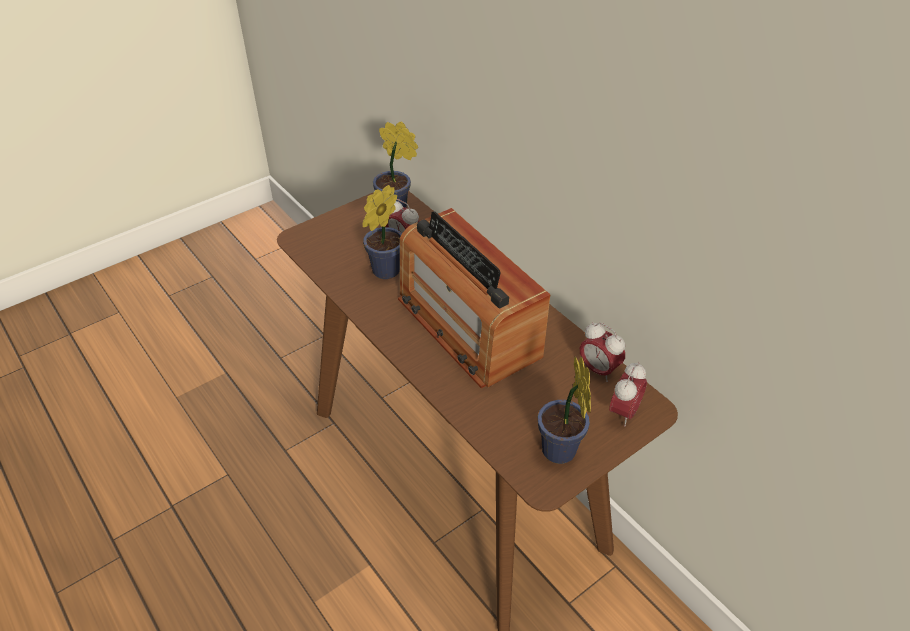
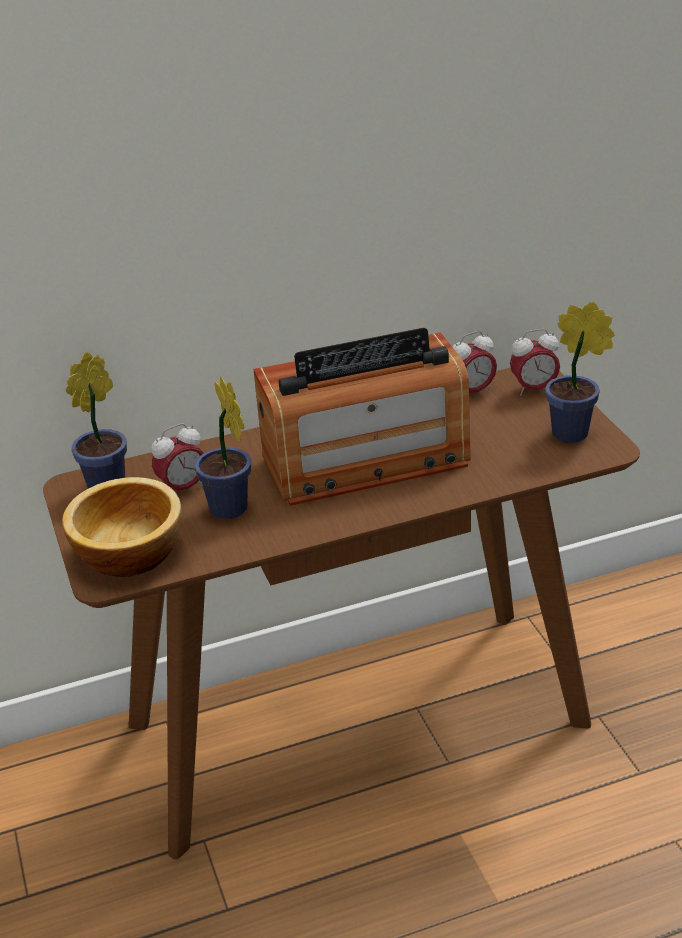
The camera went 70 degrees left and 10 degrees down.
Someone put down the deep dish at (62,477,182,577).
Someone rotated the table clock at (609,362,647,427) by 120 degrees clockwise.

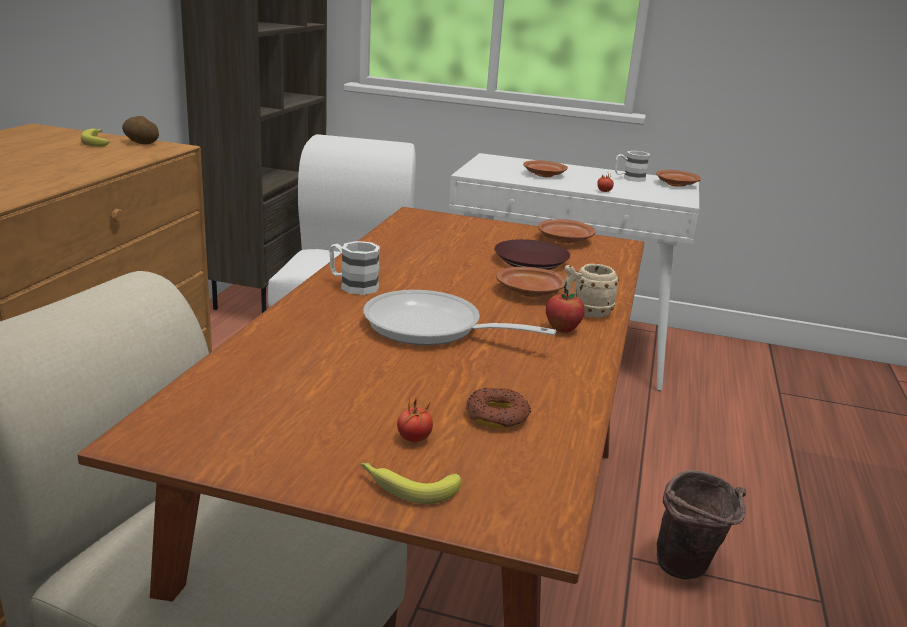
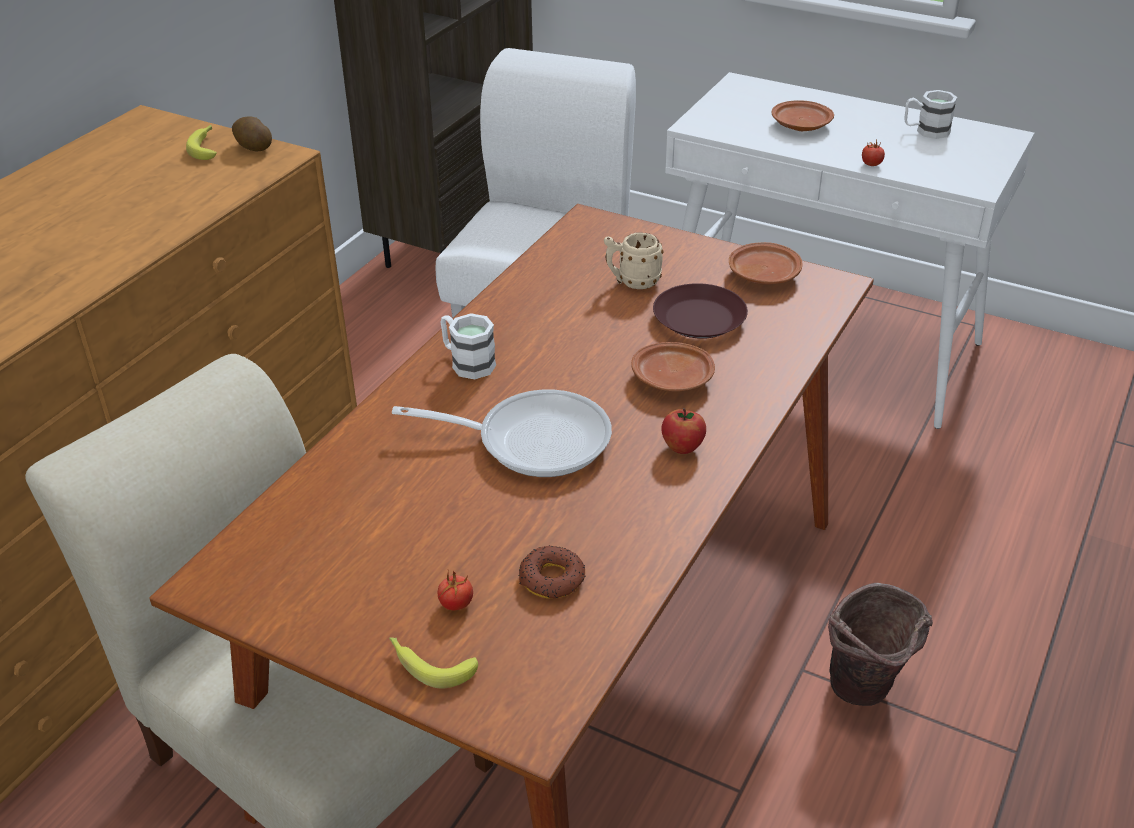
The camera went 15 degrees right and 15 degrees up.
Someone rotated the frying pan at (363,290,556,345) by 150 degrees clockwise.
Someone carried the mug (beige) from (564,264,619,318) to (604,232,664,289).
Someone took away the dinner plate (brown) at (656,170,701,187).

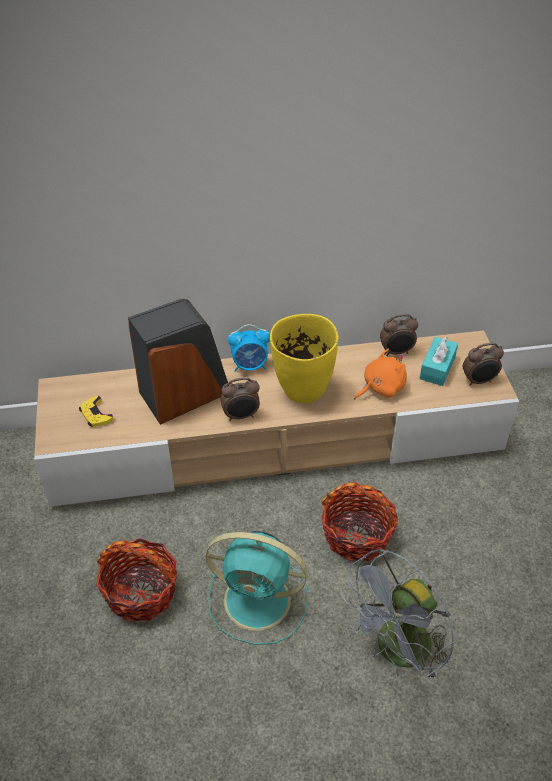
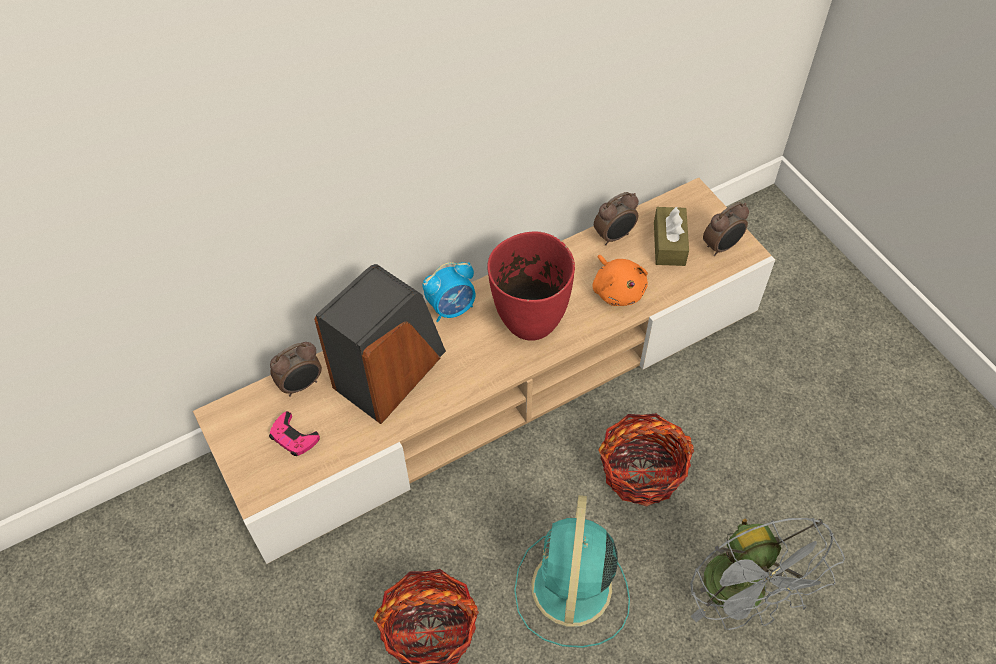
The camera went 20 degrees left and 10 degrees up.
Someone repainted the gamepad (yellow-coloured) at (79,396,113,427), which became the gamepad (pink-coloured) at (269,411,320,456).
Someone carried the table clock from (221,377,260,421) to (270,342,322,397).
Someone repainted the flower vase (yellow-coloured) at (270,314,338,403), which became the flower vase (reddish) at (487,232,575,341).
Someone rotated the fan (turquoise) at (206,531,308,645) by 105 degrees clockwise.
Someone rotated the soft toy (orange) at (354,348,407,400) by 120 degrees clockwise.
Someone repainted the tissue holder (turquoise) at (419,337,458,386), which became the tissue holder (brown) at (654,207,689,266).
Someone rotated the fan (grey) at (341,548,454,681) by 45 degrees counterclockwise.

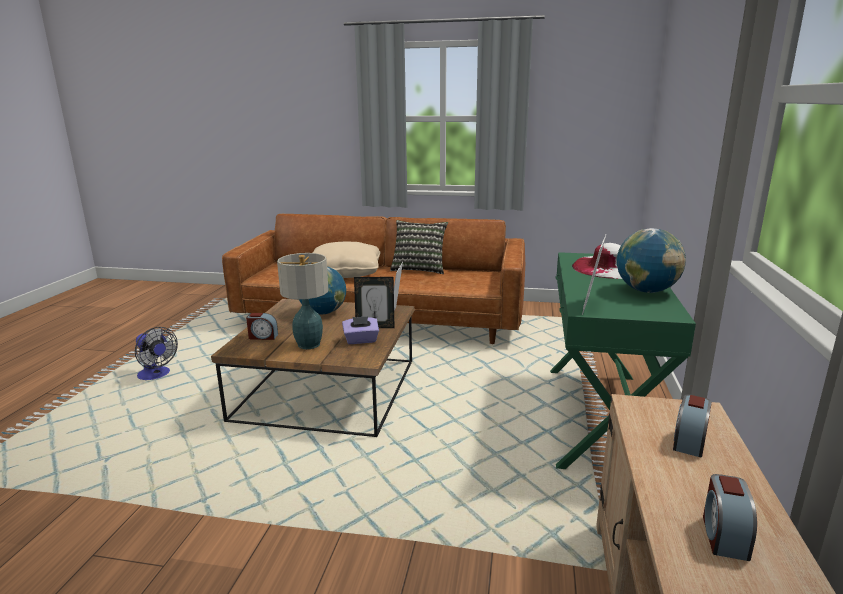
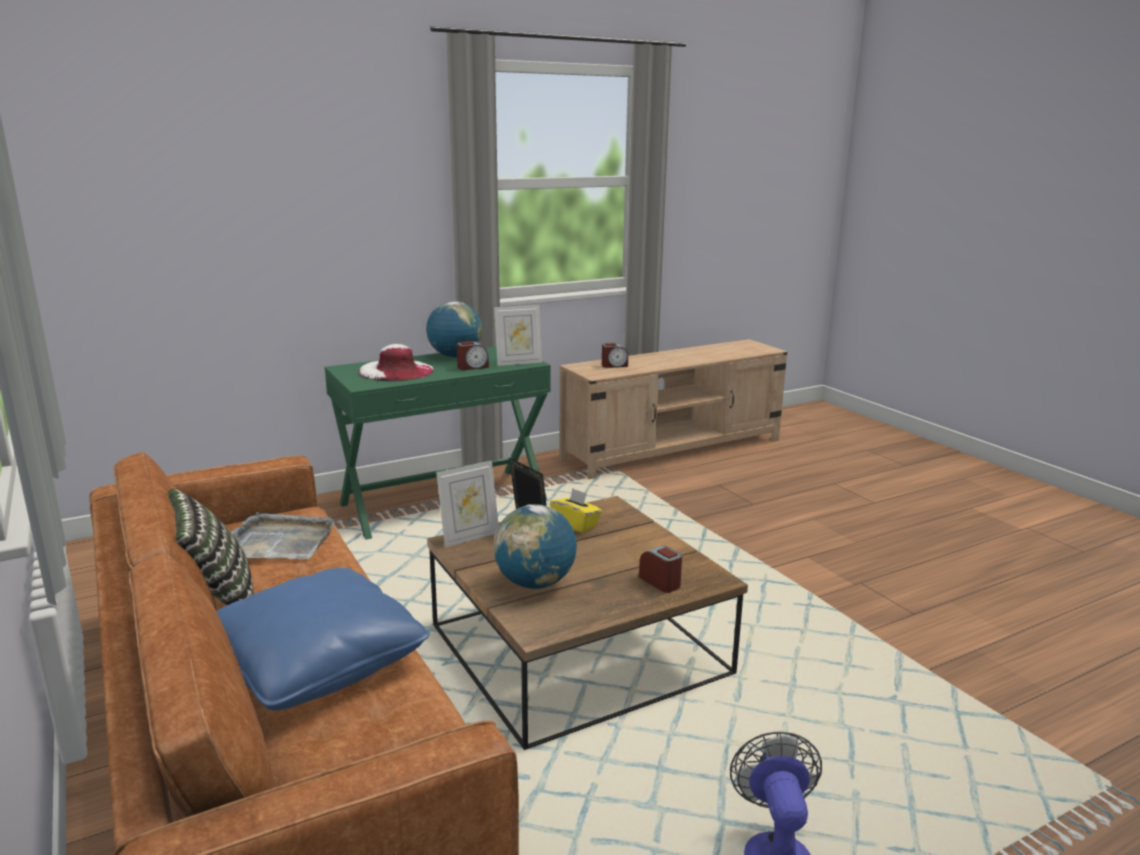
The camera went 130 degrees left and 0 degrees up.
Someone repainted the cushion (beige) at (313,242,380,278), which became the cushion (blue) at (216,568,430,710).
Someone put down the carrying tray (grey) at (231,512,335,559).
Someone carried the table clock from (703,474,757,561) to (457,341,489,370).
Someone repainted the tissue holder (purplish) at (342,316,379,344), which became the tissue holder (yellow-coloured) at (550,488,602,533).
Someone took away the tabletop lamp at (277,253,328,349).

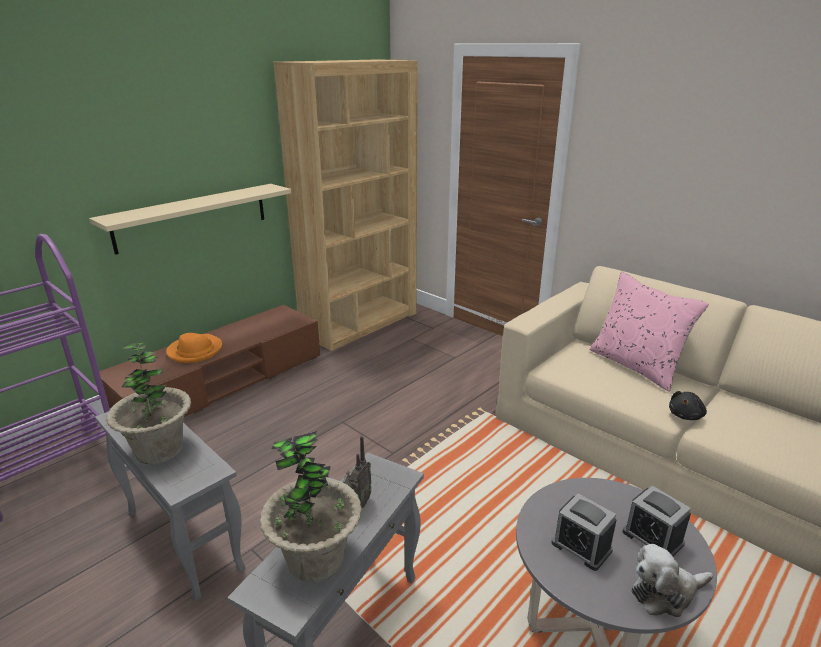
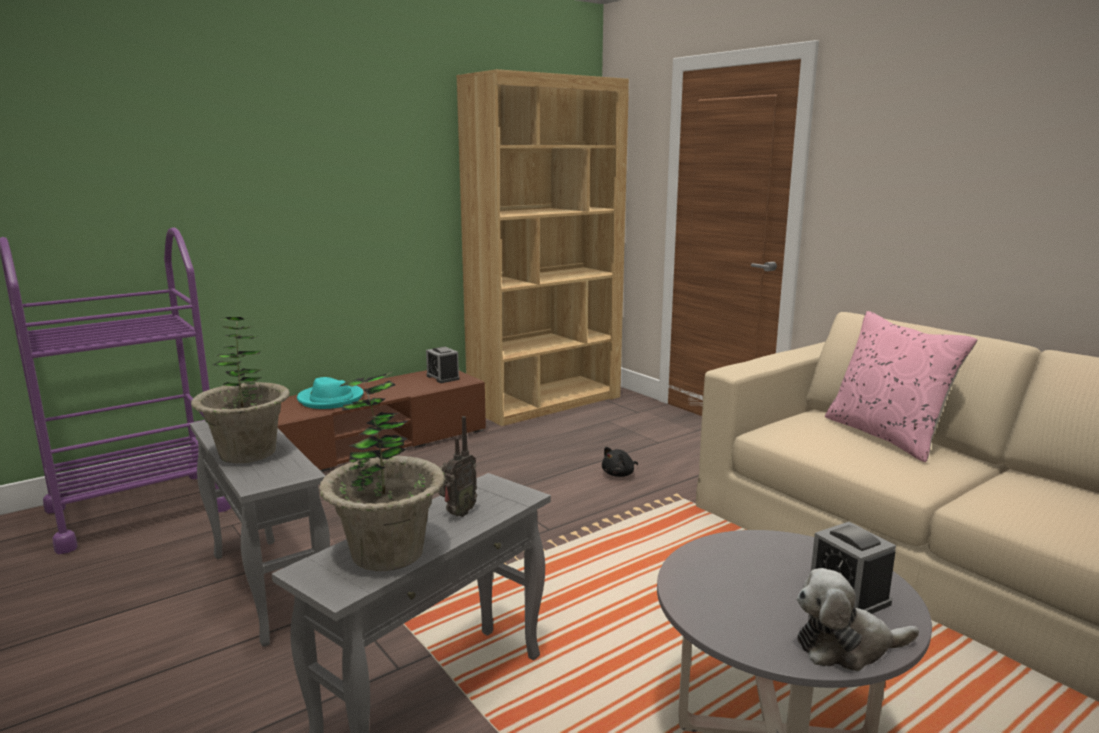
The camera went 10 degrees right and 10 degrees down.
Someone repainted the hat (orange) at (166,333,222,363), which became the hat (turquoise) at (297,377,364,409).
Someone carried the table clock from (552,493,617,571) to (426,347,460,383).
Someone carried the soft toy (black-coloured) from (669,391,707,420) to (602,447,638,477).
Someone took away the shelf (beige) at (89,184,291,255).

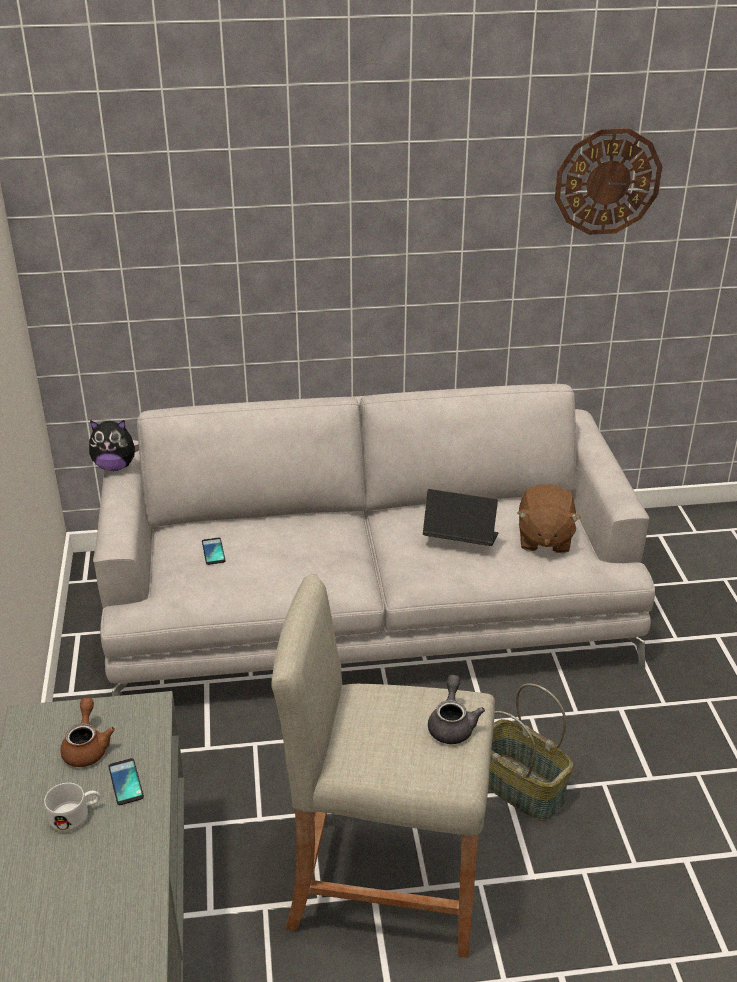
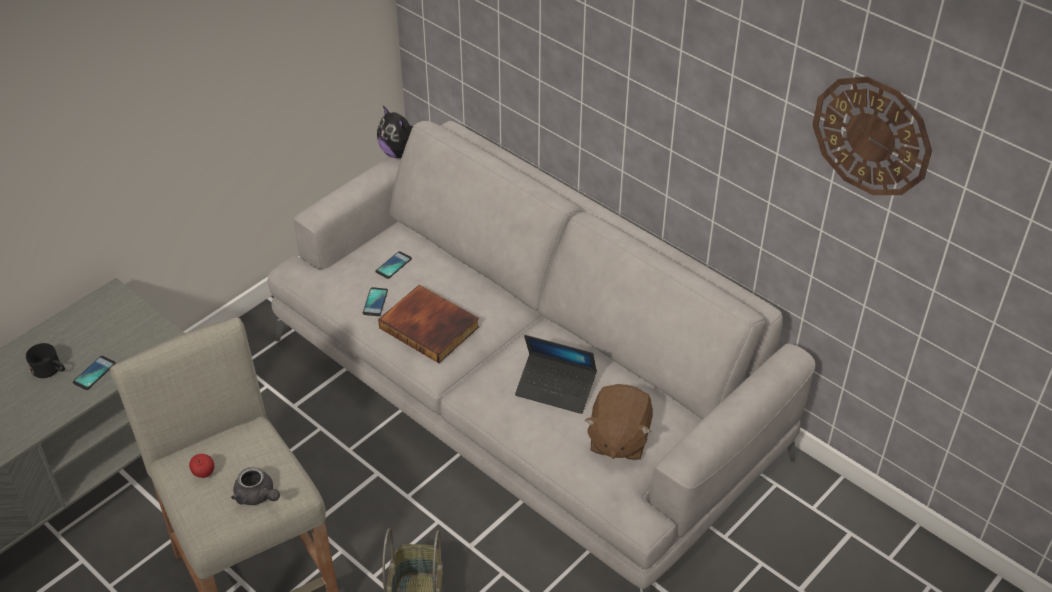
The camera went 50 degrees right and 10 degrees up.
Someone repainted the mug (whitish) at (44,783,100,832), which became the mug (black-coloured) at (26,343,65,378).
Someone put down the whole apple at (189,454,214,478).
Someone rotated the pot for tea (grey) at (428,675,485,744) by 75 degrees clockwise.
Someone put down the phone at (363,287,388,316).
Someone put down the book at (378,284,480,363).
Someone rotated the laptop at (423,489,498,546) by 135 degrees clockwise.
Someone rotated the soft toy (brown) at (517,484,581,553) by 45 degrees counterclockwise.
Someone took away the pot for tea (brown) at (60,698,115,767).

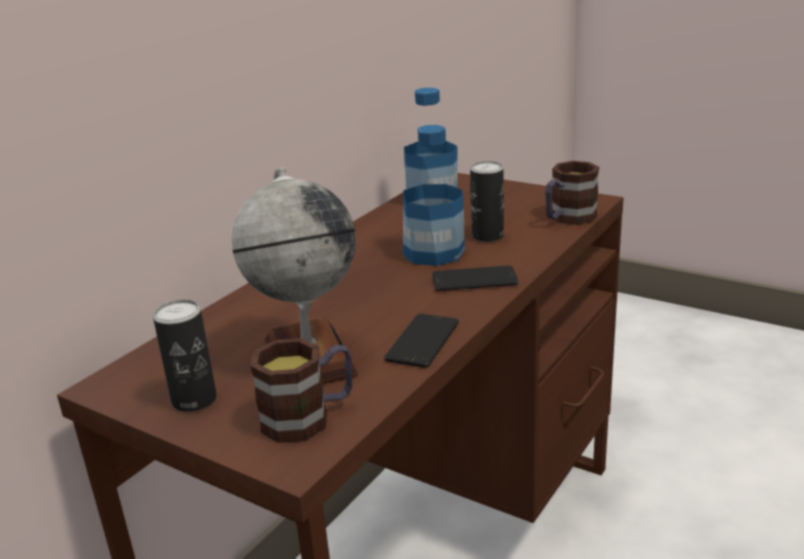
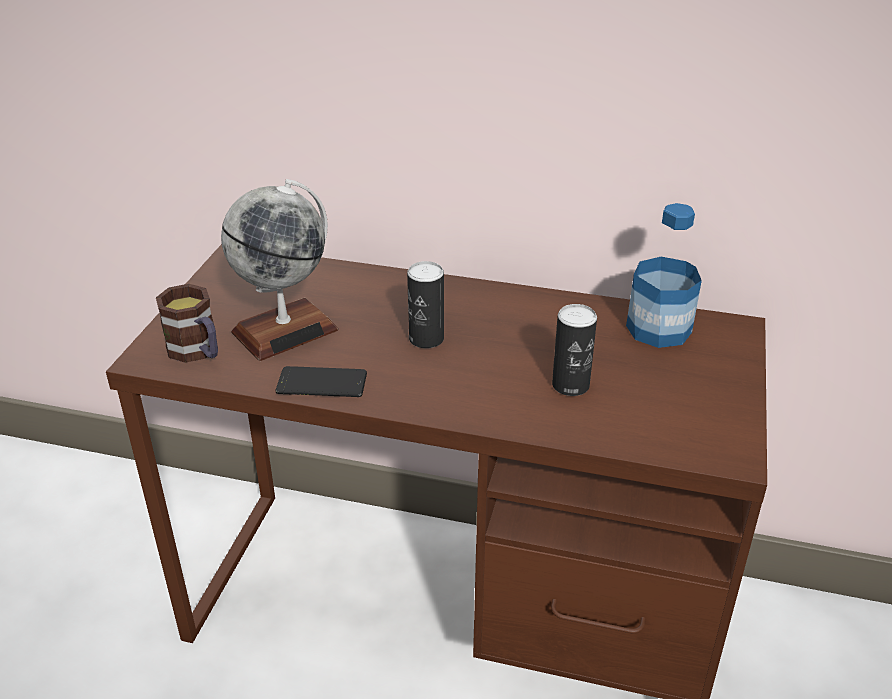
The camera went 70 degrees right and 10 degrees up.
Someone carried the sealed can from (153,300,217,412) to (407,261,444,348).
Someone took away the bottle at (403,125,465,266).
Someone took away the phone at (432,266,519,291).
Someone took away the mug at (545,161,599,225).

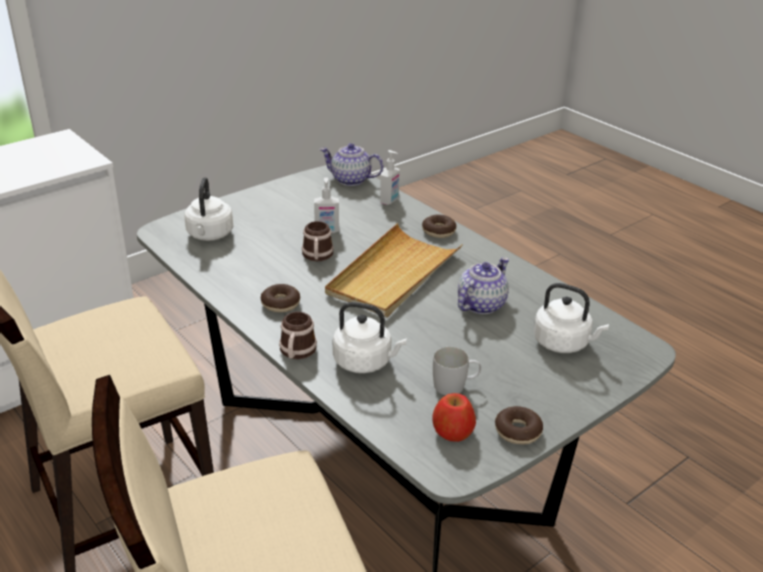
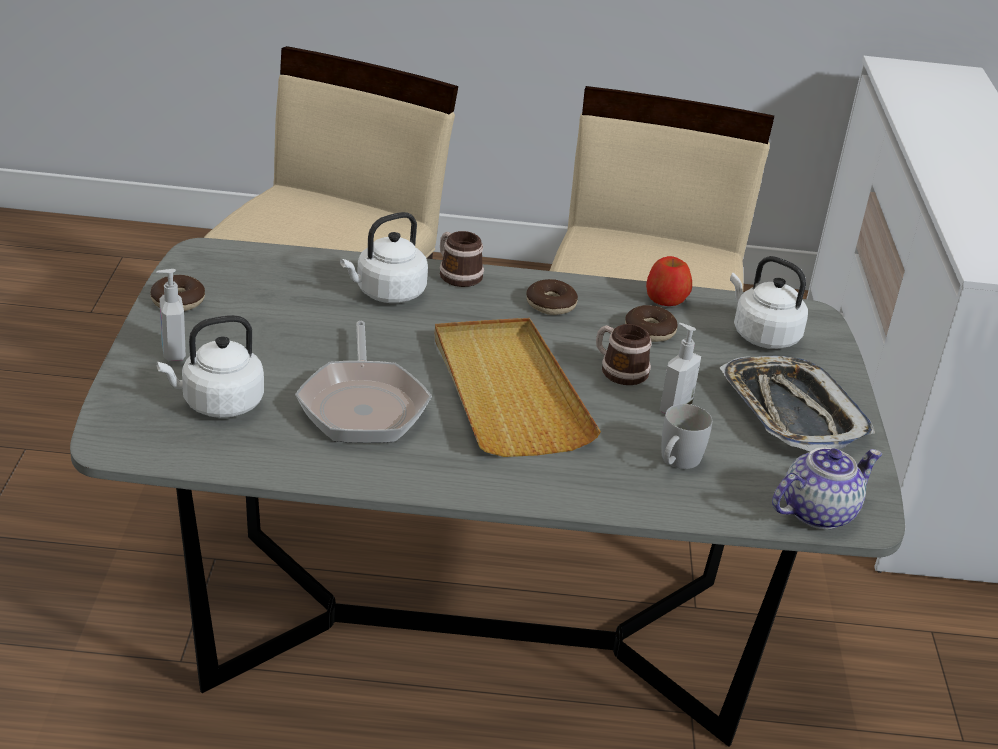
The camera went 130 degrees right and 0 degrees up.
Someone carried the soap bottle from (380,150,400,205) to (156,269,186,361).
Someone swapped the pot for tea at (458,257,509,314) for the frying pan at (295,321,432,443).
Someone carried the donut from (422,215,456,238) to (625,305,678,342).
Someone carried the whole apple from (433,393,476,442) to (646,256,692,306).
Someone carried the mug (whitish) from (433,347,481,395) to (662,404,712,469).
Someone put down the carrying tray at (719,356,875,451).

